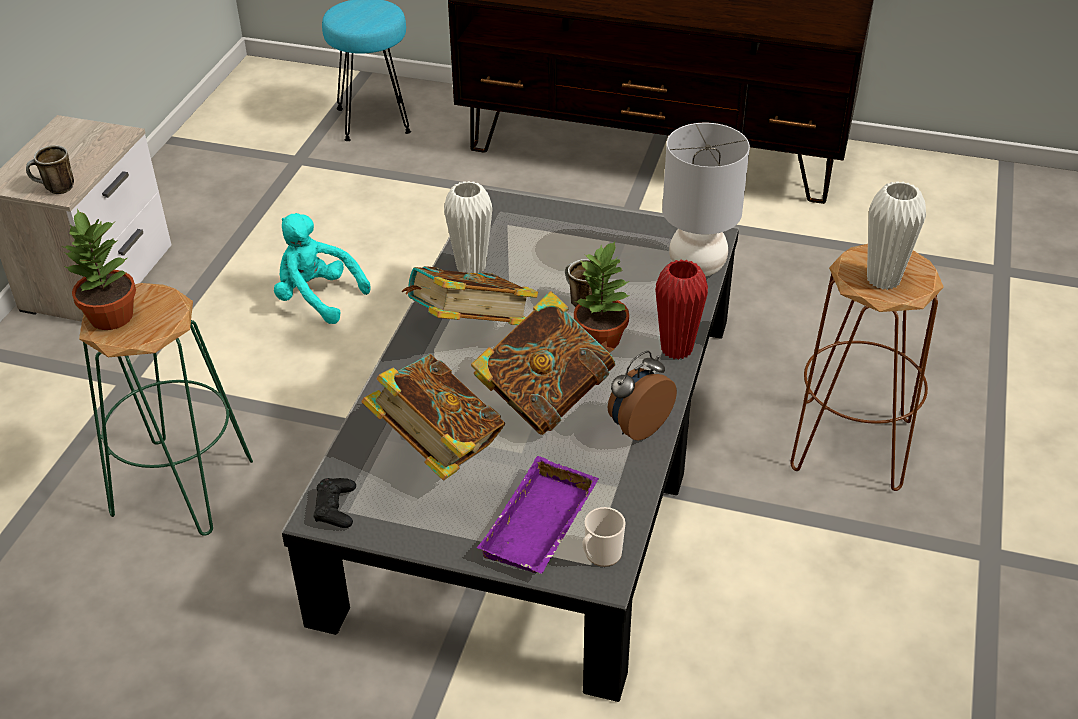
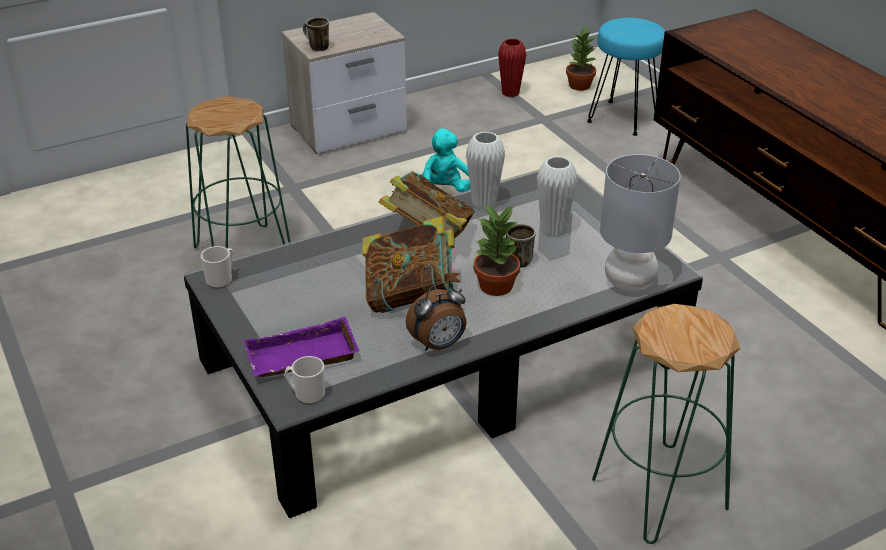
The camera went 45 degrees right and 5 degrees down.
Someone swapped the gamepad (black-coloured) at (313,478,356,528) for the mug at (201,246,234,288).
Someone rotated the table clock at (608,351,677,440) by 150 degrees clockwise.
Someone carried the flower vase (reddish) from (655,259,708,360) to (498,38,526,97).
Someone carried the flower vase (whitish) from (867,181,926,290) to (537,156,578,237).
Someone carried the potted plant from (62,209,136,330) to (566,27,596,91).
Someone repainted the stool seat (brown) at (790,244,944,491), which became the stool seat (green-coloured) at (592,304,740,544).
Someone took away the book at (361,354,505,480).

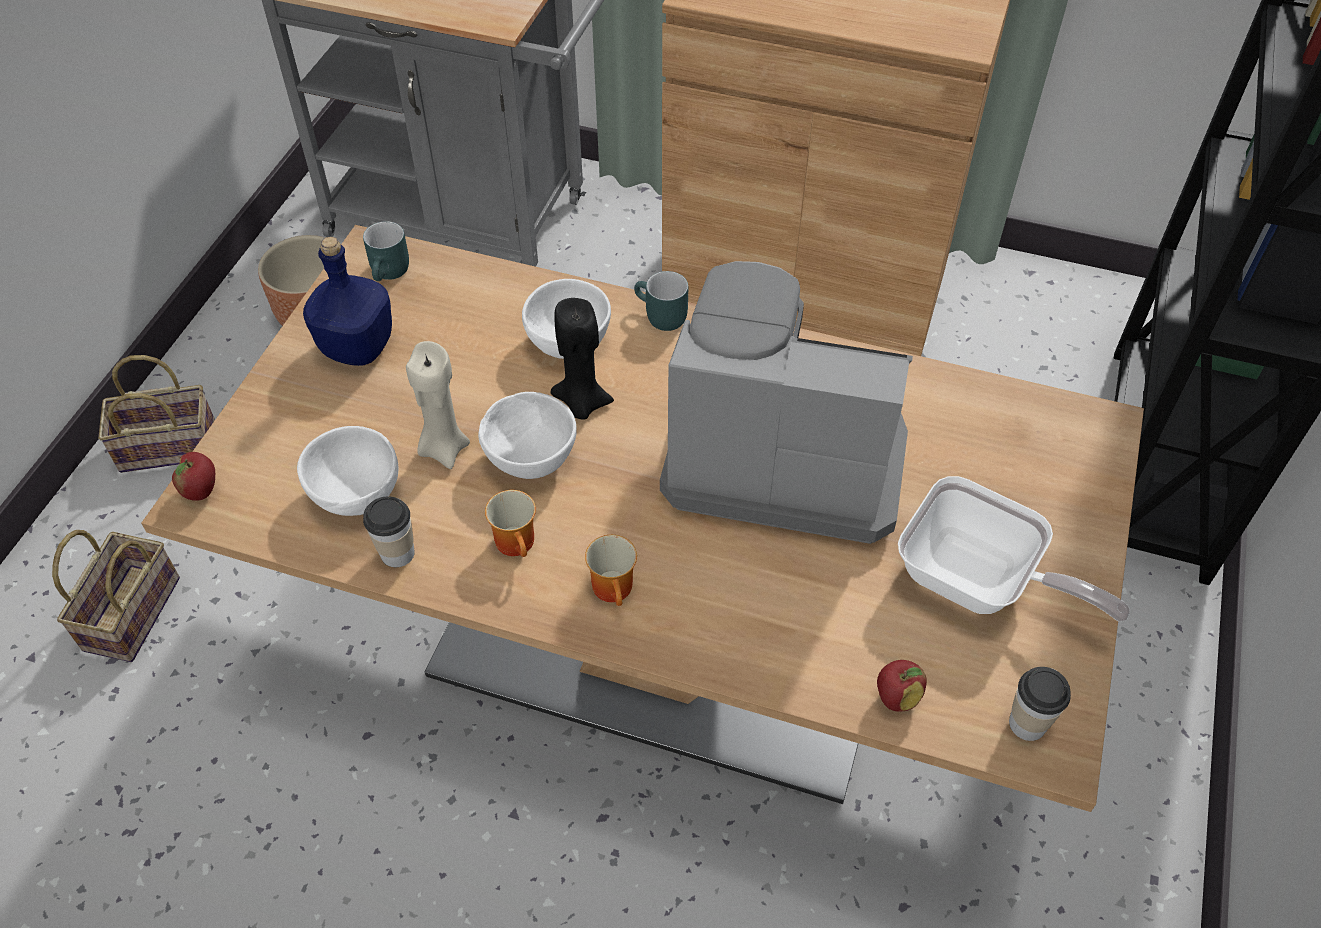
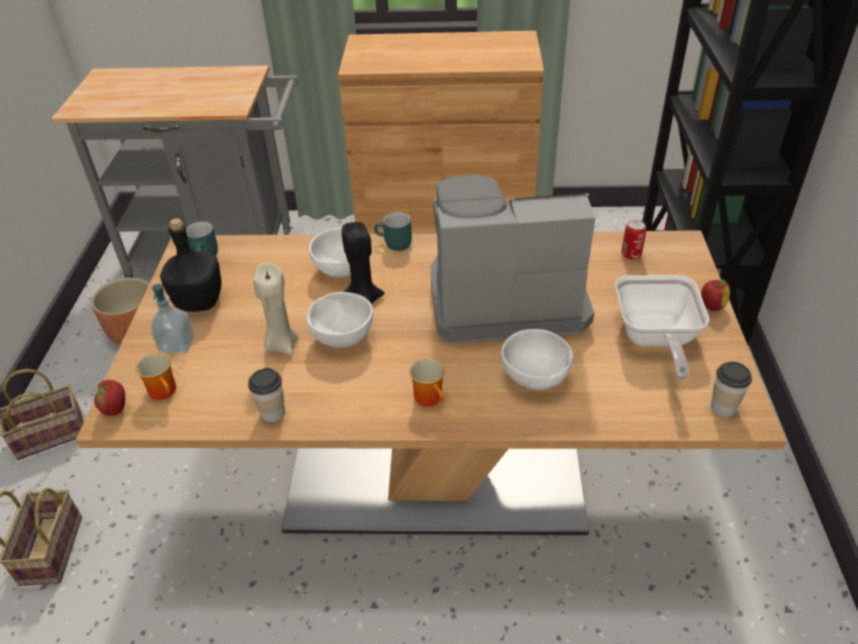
The camera went 15 degrees left and 10 degrees down.
Someone carried the mug from (485,490,536,557) to (135,352,176,400).
Someone put down the soap bottle at (151,284,194,354).
Someone repainted the bottle (blue) at (303,237,392,366), which became the bottle (black-coloured) at (160,218,222,312).
Someone carried the deep dish (whitish) from (297,426,398,516) to (501,329,573,390).
Someone rotated the frying pan at (898,476,1130,622) by 75 degrees clockwise.
Someone put down the sealed can at (621,220,647,260).
Someone carried the whole apple from (877,660,927,712) to (701,279,730,311).

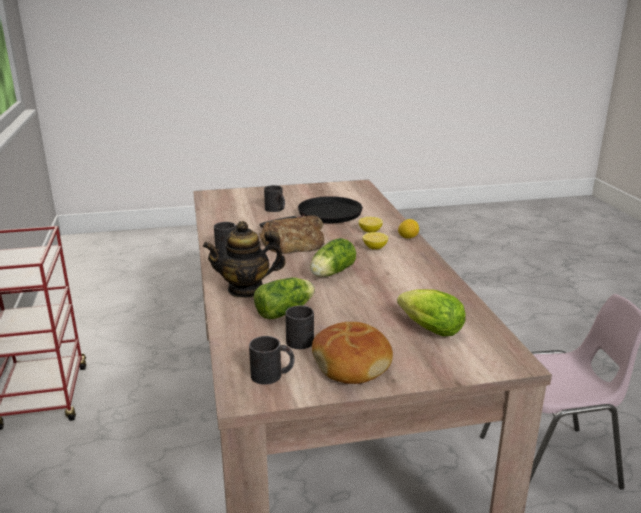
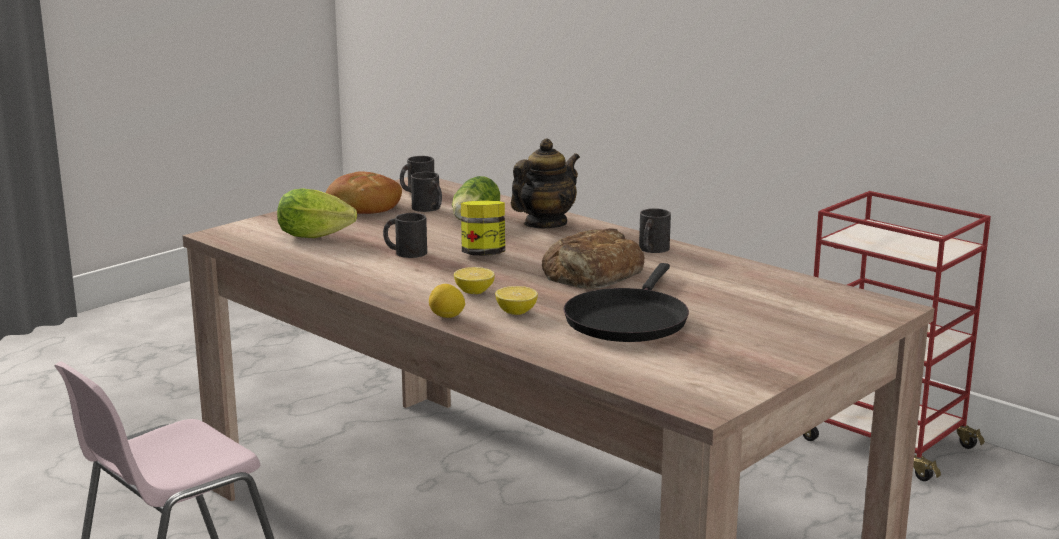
The camera went 145 degrees right and 5 degrees down.
Someone carried the mug (black-coloured) from (264,185,285,212) to (383,213,427,258).
Someone swapped the lettuce head at (310,238,356,277) for the storage jar at (461,200,505,256).

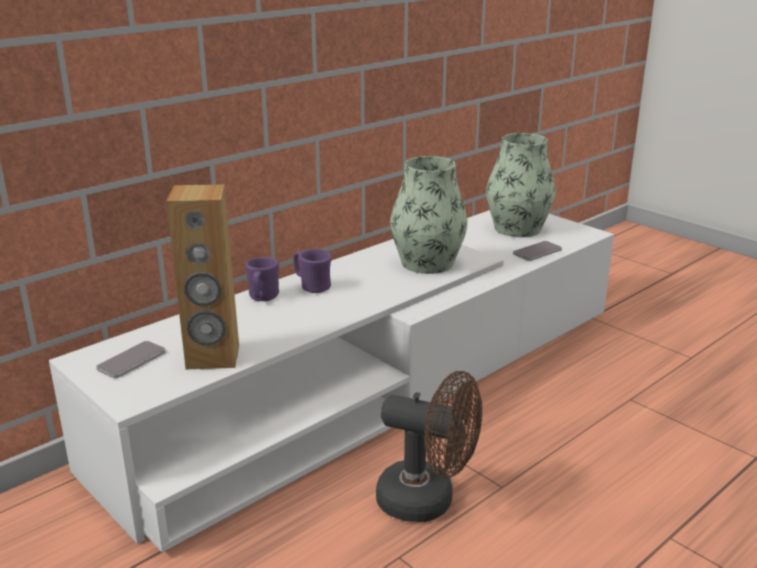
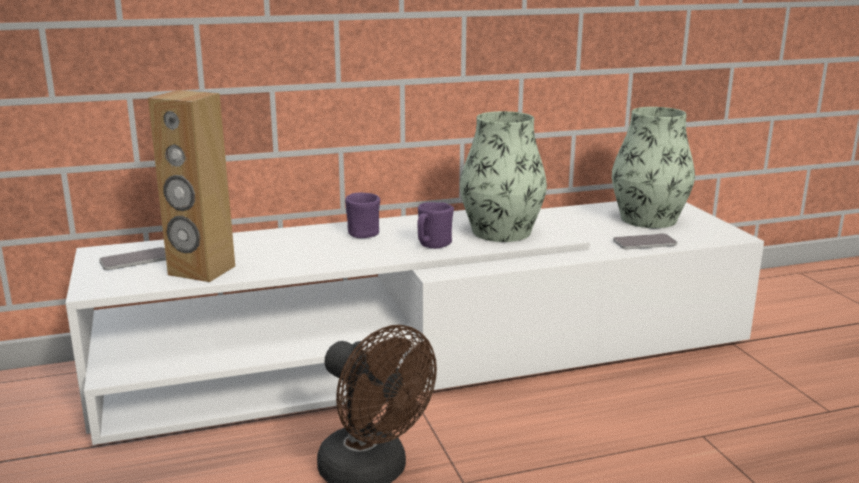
The camera went 25 degrees right and 5 degrees down.
Someone carried the mug (purplish) from (245,257,279,301) to (417,202,454,249).

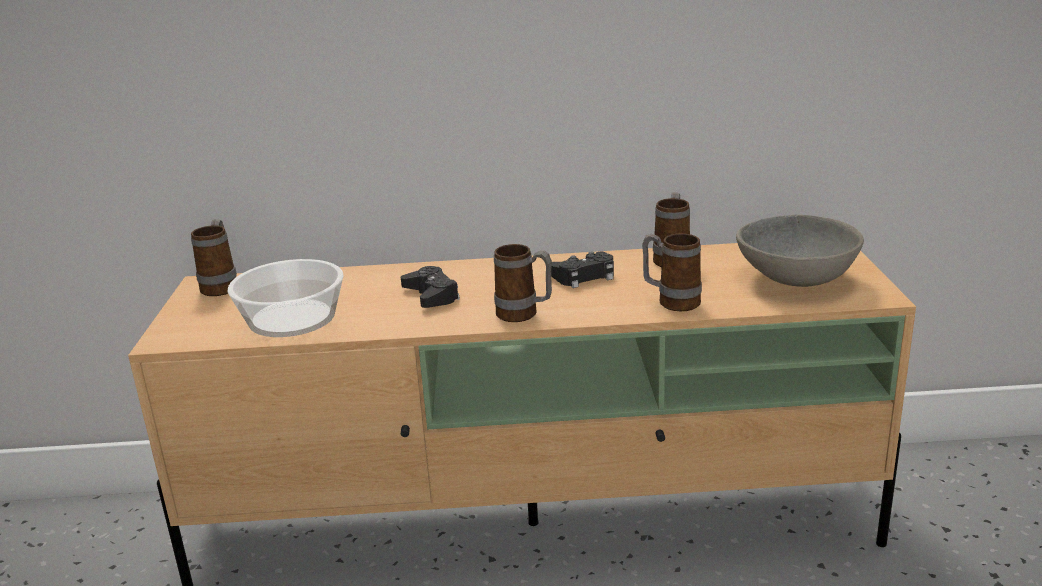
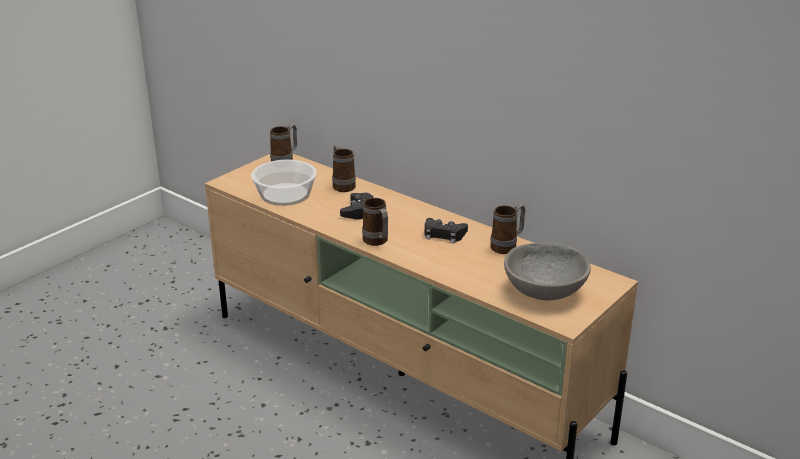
The camera went 40 degrees right and 5 degrees up.
Someone carried the mug from (642,233,702,311) to (332,145,356,192).

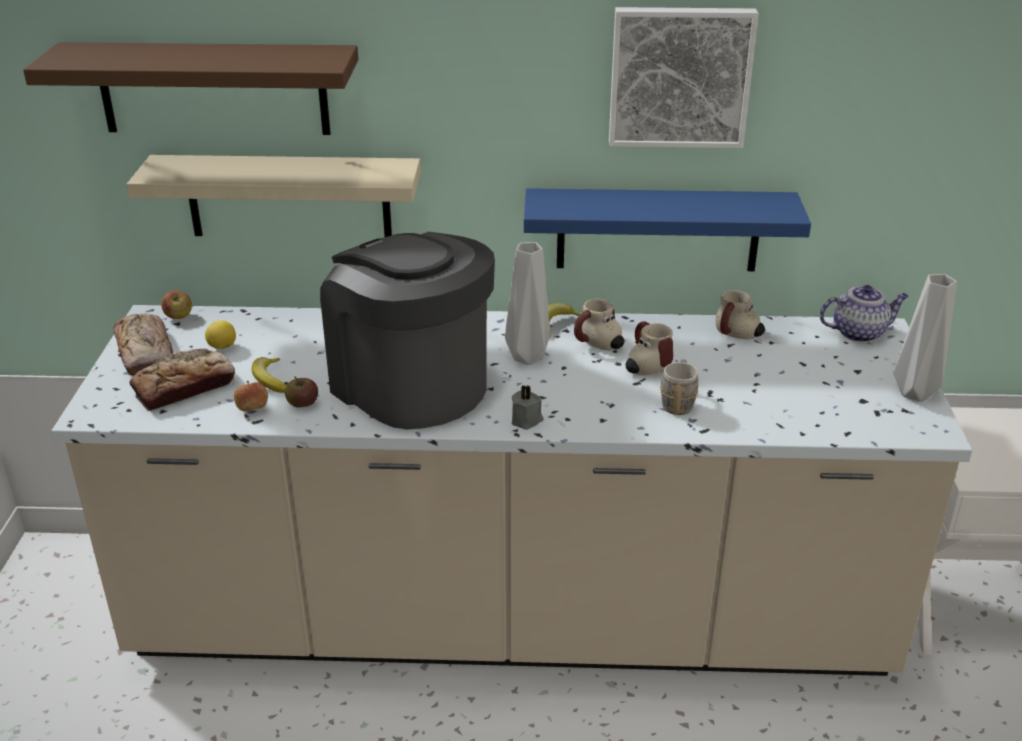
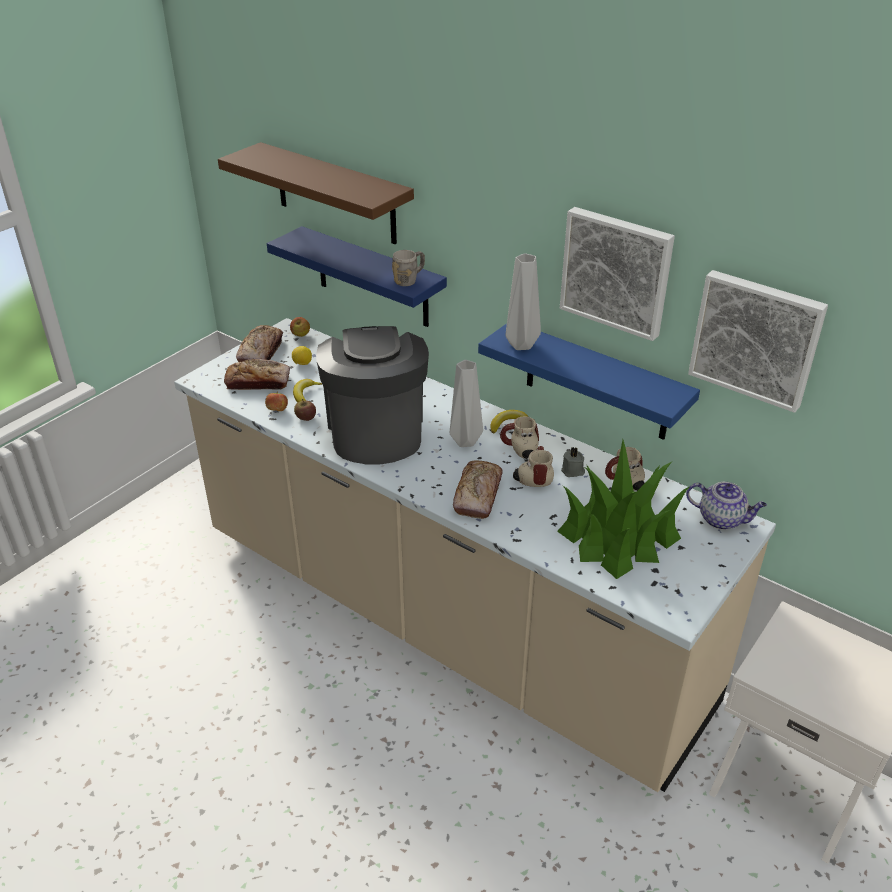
The camera went 35 degrees right and 5 degrees up.
Someone repainted the shelf (beige) at (127,155,421,237), which became the shelf (blue) at (267,226,447,327).
Someone carried the mug (grey) from (660,359,698,415) to (392,250,425,286).
Someone put down the baked bread at (453,460,503,519).
Someone carried the flower vase (grey) from (894,274,957,402) to (506,253,541,350).
Someone put down the potted plant at (557,440,689,579).
Someone carried the wax candle (grey) from (512,385,543,430) to (561,447,585,477).
Someone put up the wall art at (688,270,828,413).

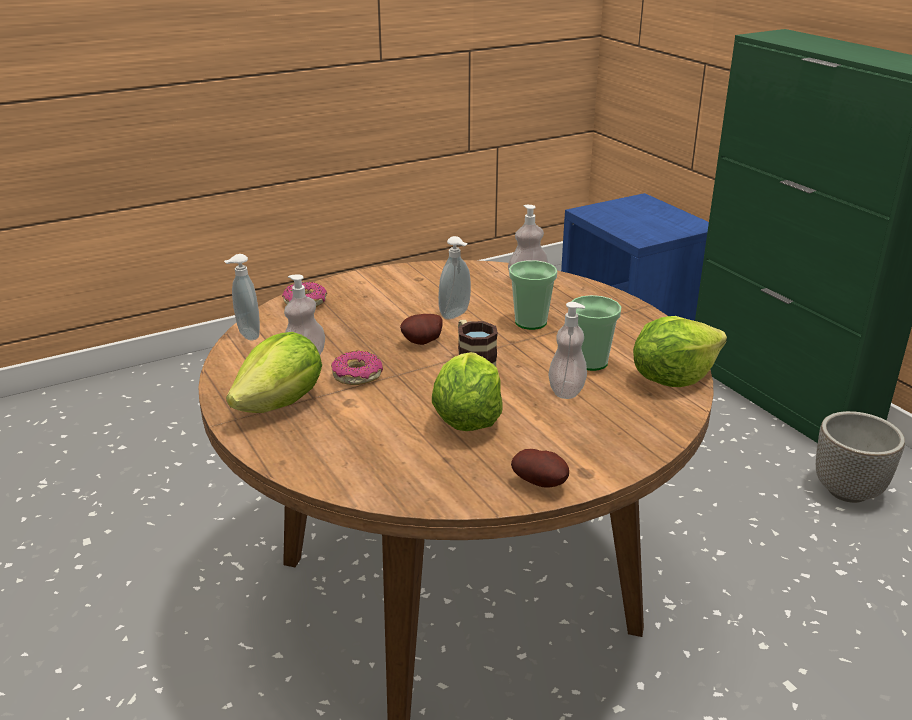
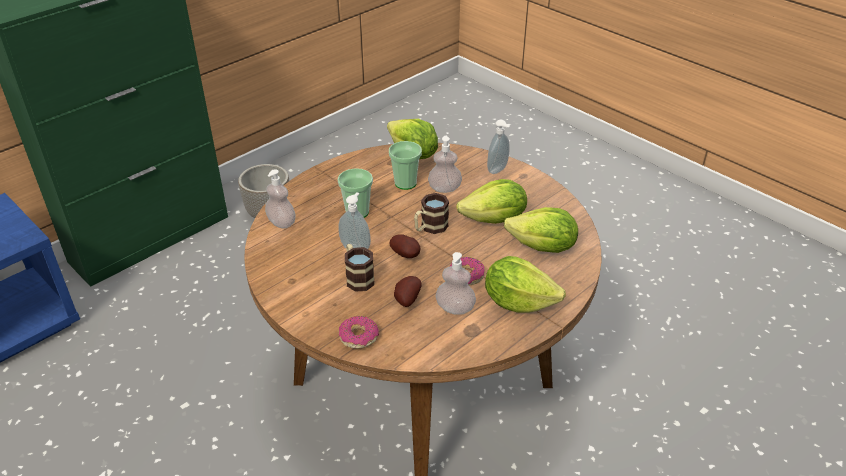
The camera went 105 degrees left and 10 degrees up.
Someone put down the mug at (345,244,375,292).
Someone carried the potato from (511,449,569,488) to (394,276,422,307).
Someone carried the soap bottle from (224,254,260,340) to (487,119,510,174).
Someone put down the lettuce head at (504,207,578,253).

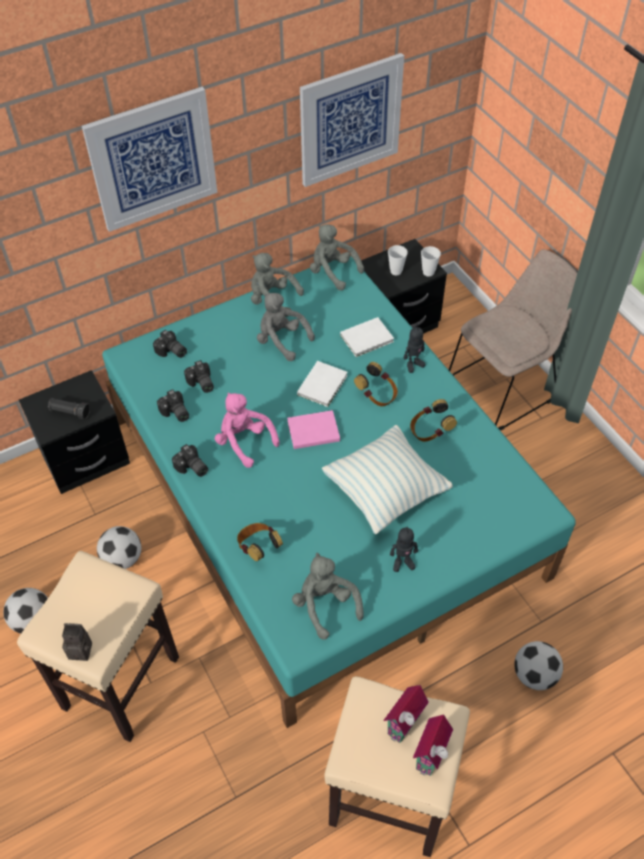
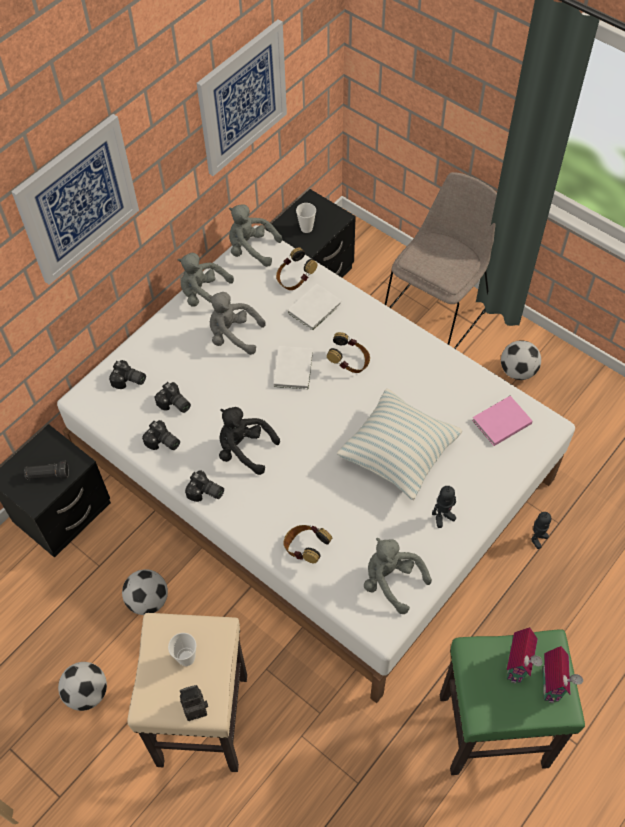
The camera went 20 degrees left and 5 degrees up.
Someone repainted the sleeping bed (turquoise) at (102,255,575,728), which became the sleeping bed (whitish) at (57,225,575,703).
Someone carried the cup from (421,246,441,277) to (168,633,196,666).
Someone repainted the soft toy (pink-coloured) at (215,392,280,468), which became the soft toy (black-coloured) at (219,407,280,475).
Someone carried the pair of headphones from (410,399,457,442) to (276,247,317,290).
Someone repainted the stool seat (beige) at (324,676,470,857), which became the stool seat (green-coloured) at (440,629,585,775).
Someone carried the book (pink-coloured) from (287,410,340,449) to (472,396,533,446).
Someone carried the football from (514,641,563,690) to (501,340,541,380).
Someone carried the model robot from (404,324,426,373) to (531,512,551,549).

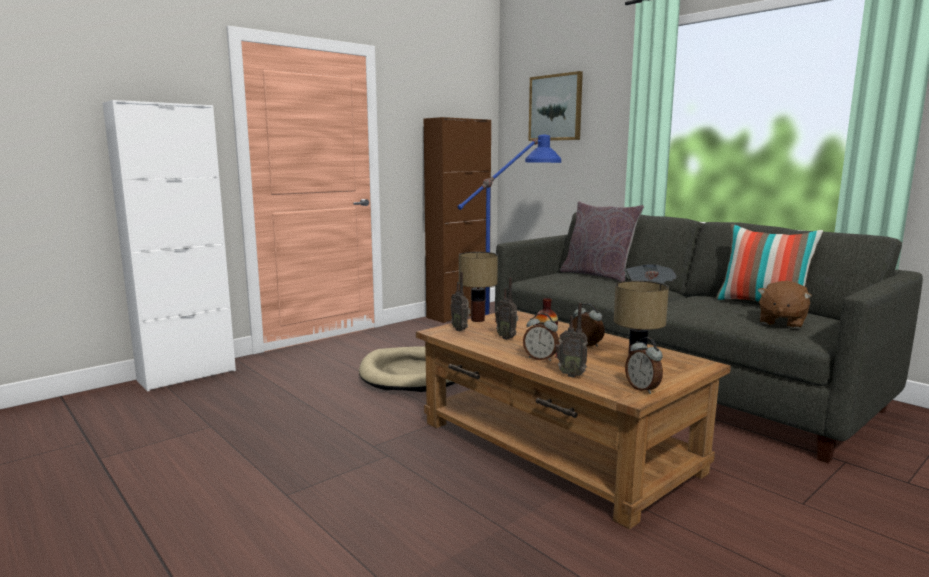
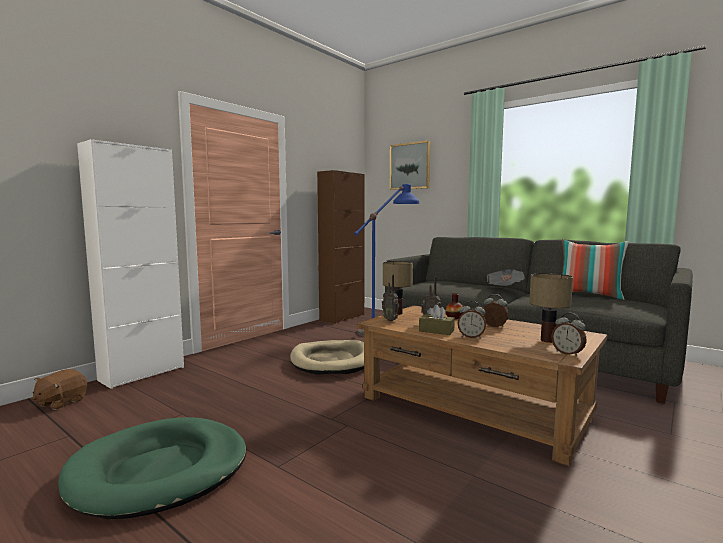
The camera went 10 degrees left and 5 degrees down.
Someone carried the soft toy (brown) from (758,281,812,329) to (32,369,87,410).
Someone put down the pet bed (green-coloured) at (58,417,246,519).
Someone put down the tissue holder (brown) at (419,305,455,335).
Someone took away the radio receiver at (555,302,588,377).
Someone took away the cushion (grey) at (560,201,644,282).

